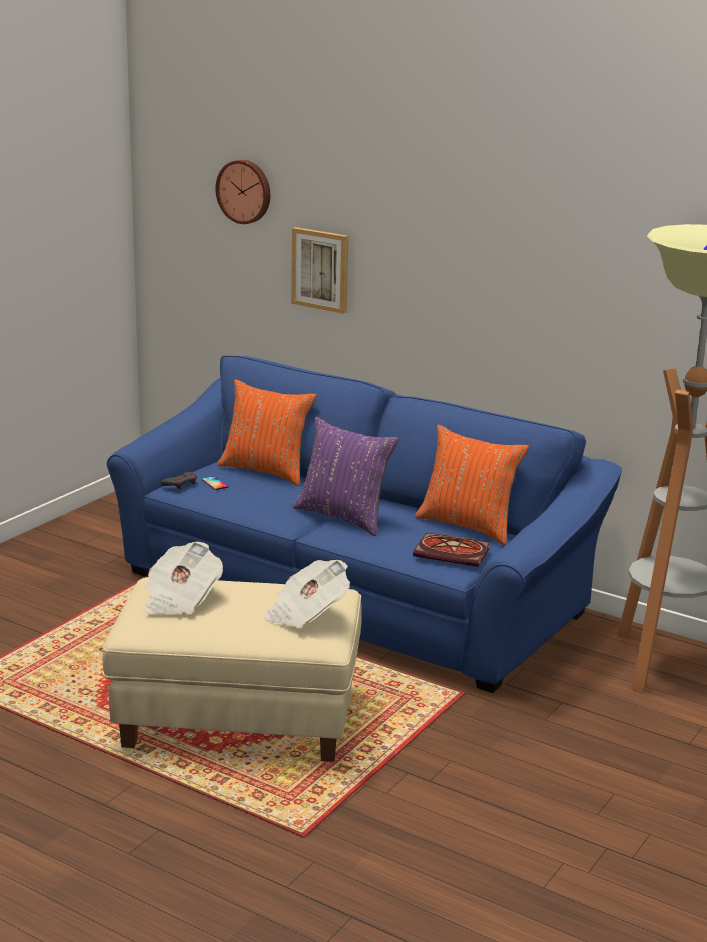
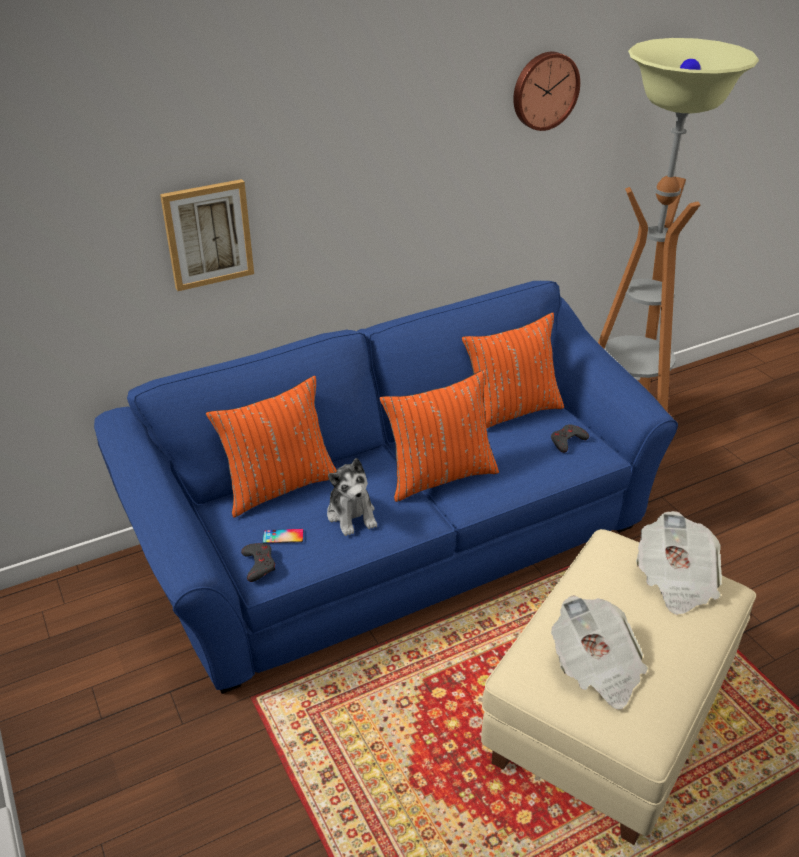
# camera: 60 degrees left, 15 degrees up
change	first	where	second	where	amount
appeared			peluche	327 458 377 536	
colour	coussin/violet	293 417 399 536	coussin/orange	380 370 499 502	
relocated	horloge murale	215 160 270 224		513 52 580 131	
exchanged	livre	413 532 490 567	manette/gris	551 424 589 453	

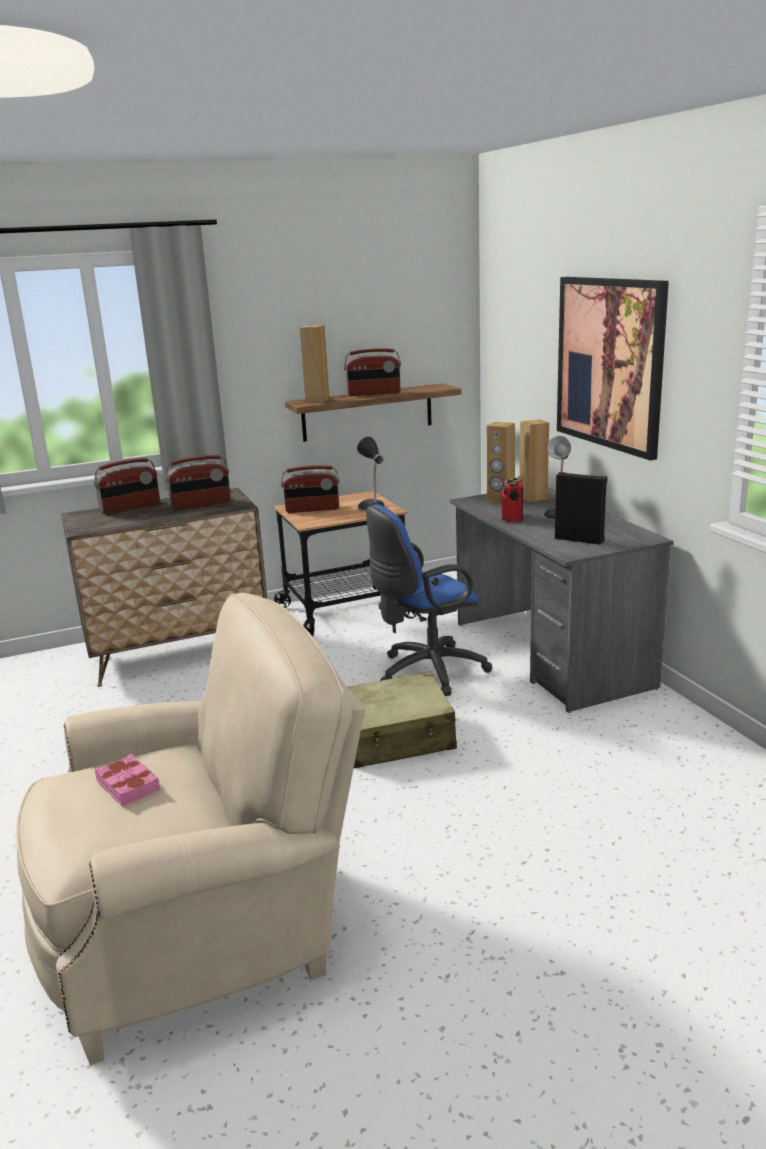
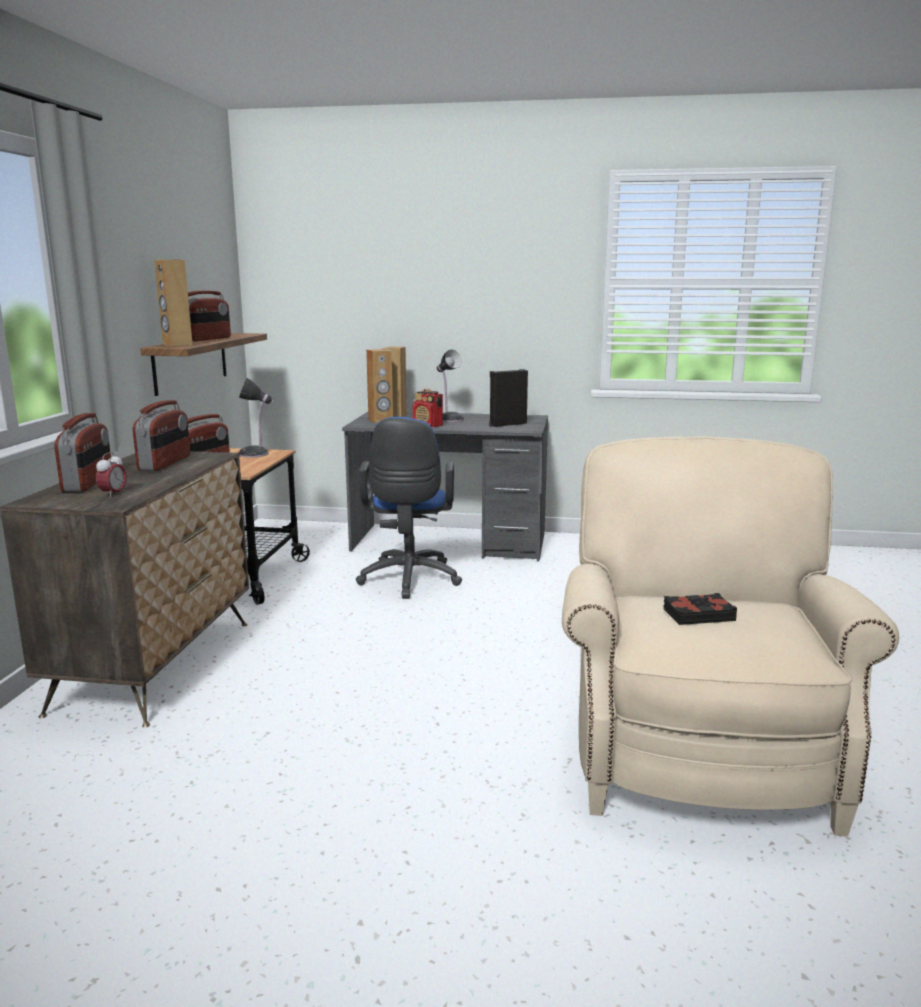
# camera: 60 degrees left, 5 degrees down
change	first	where	second	where	amount
appeared			réveil	96 452 127 498	
colour	livre/rose	95 754 160 807	livre/noir	663 593 737 625	
missing	valise/beige	348 672 457 769			
missing	tableau	557 277 669 460			

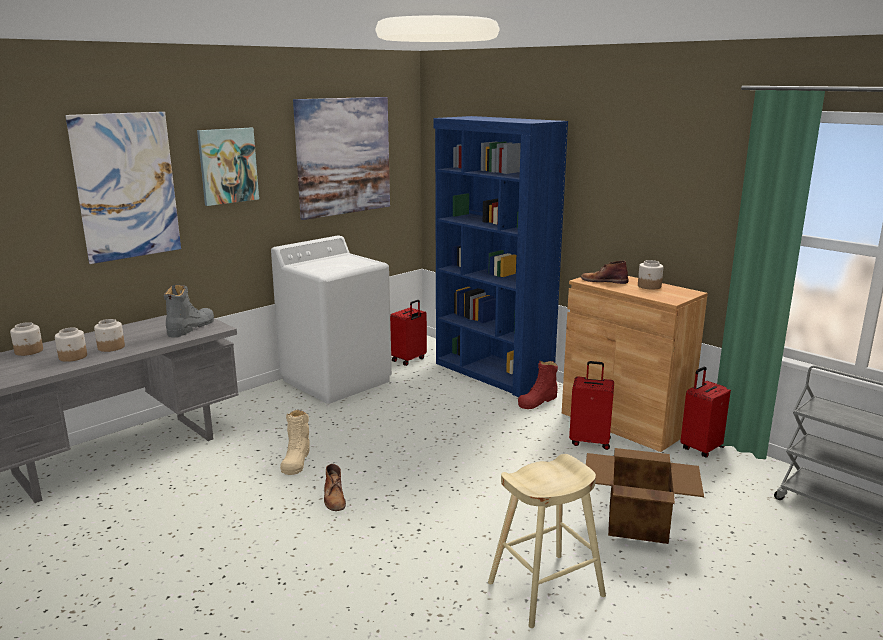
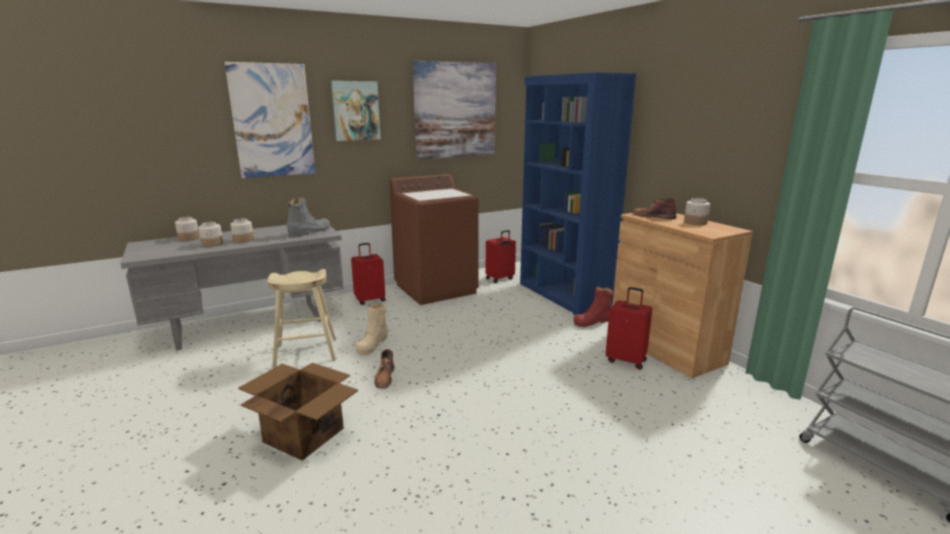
# camera: 15 degrees right, 0 degrees up
change	first	where	second	where	amount
relocated	carton	586 448 704 544		238 363 358 461	
relocated	tabouret/beige	488 454 606 628		267 269 336 368	
relocated	valise/rouge	680 367 731 458		351 243 386 305	
colour	lave-linge/blanc	271 236 392 404	lave-linge/marron	389 174 479 305	

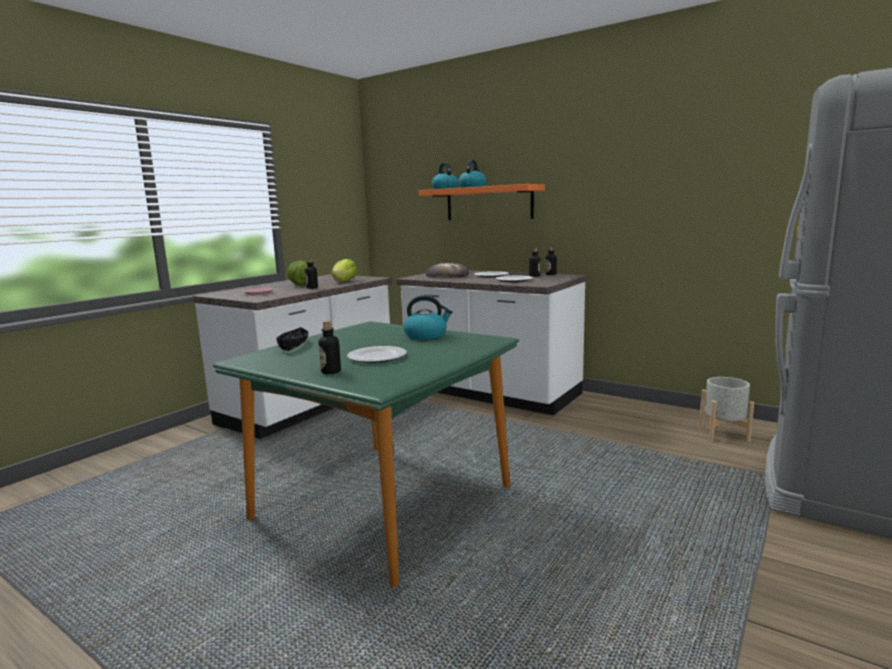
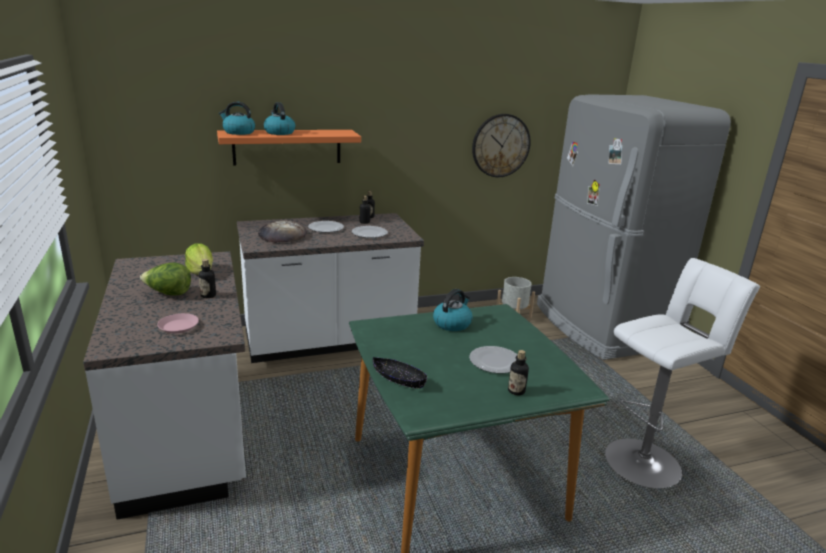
# camera: 55 degrees left, 10 degrees up
change	first	where	second	where	amount
appeared			horloge murale	472 114 531 177	
appeared			tabouret/blanc	605 258 760 488	

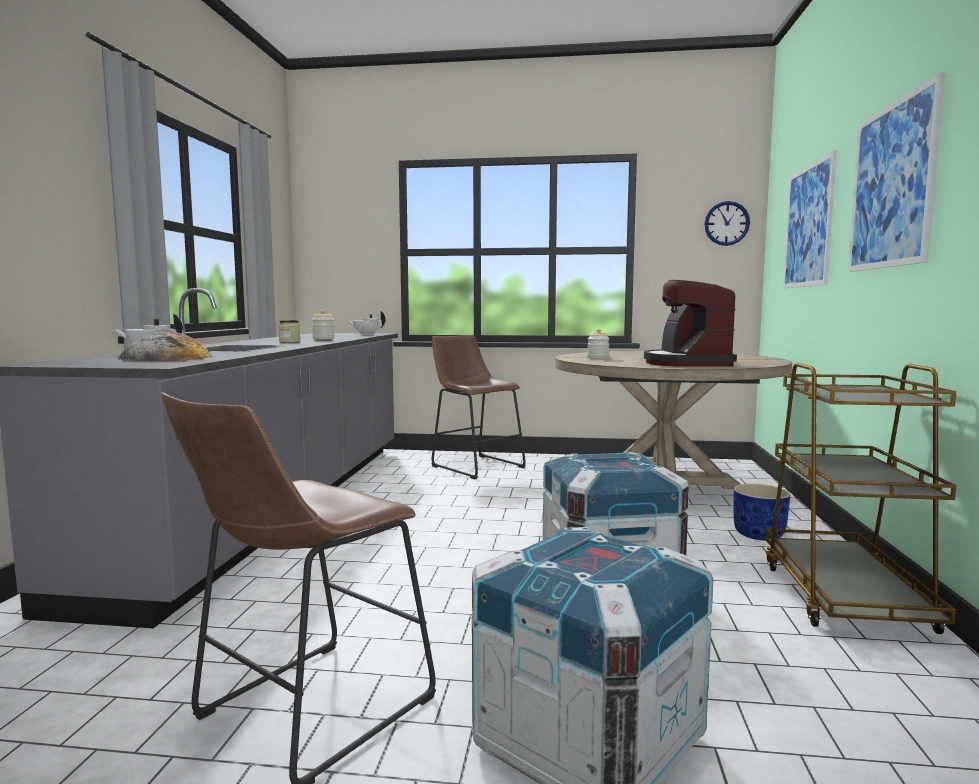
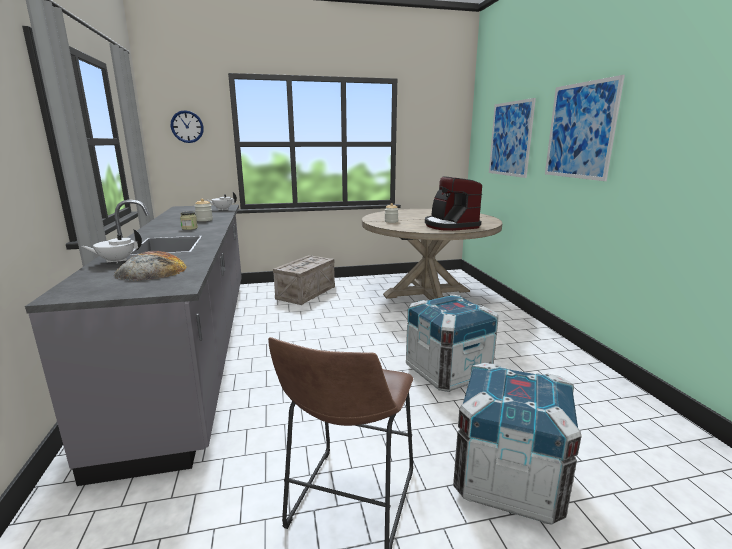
# camera: 20 degrees left, 10 degrees up
change	first	where	second	where	amount
relocated	horloge murale	704 201 750 246		171 110 204 143	
exchanged	tabouret/marron	432 335 526 479	caisse	273 255 335 305	
missing	cache-pot/bleu	733 484 790 541			
missing	chariot/marron	765 363 957 634			

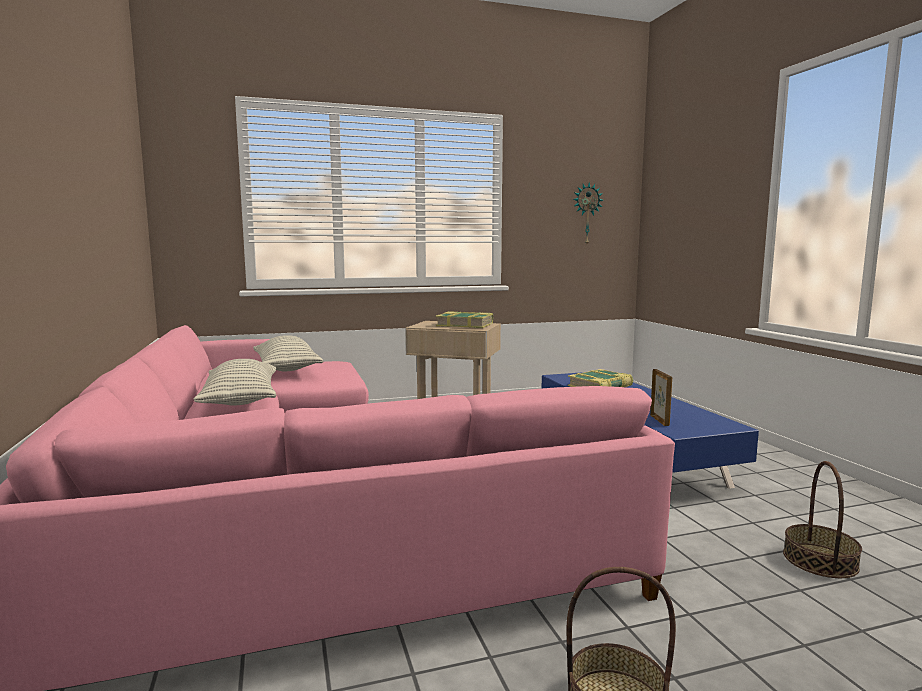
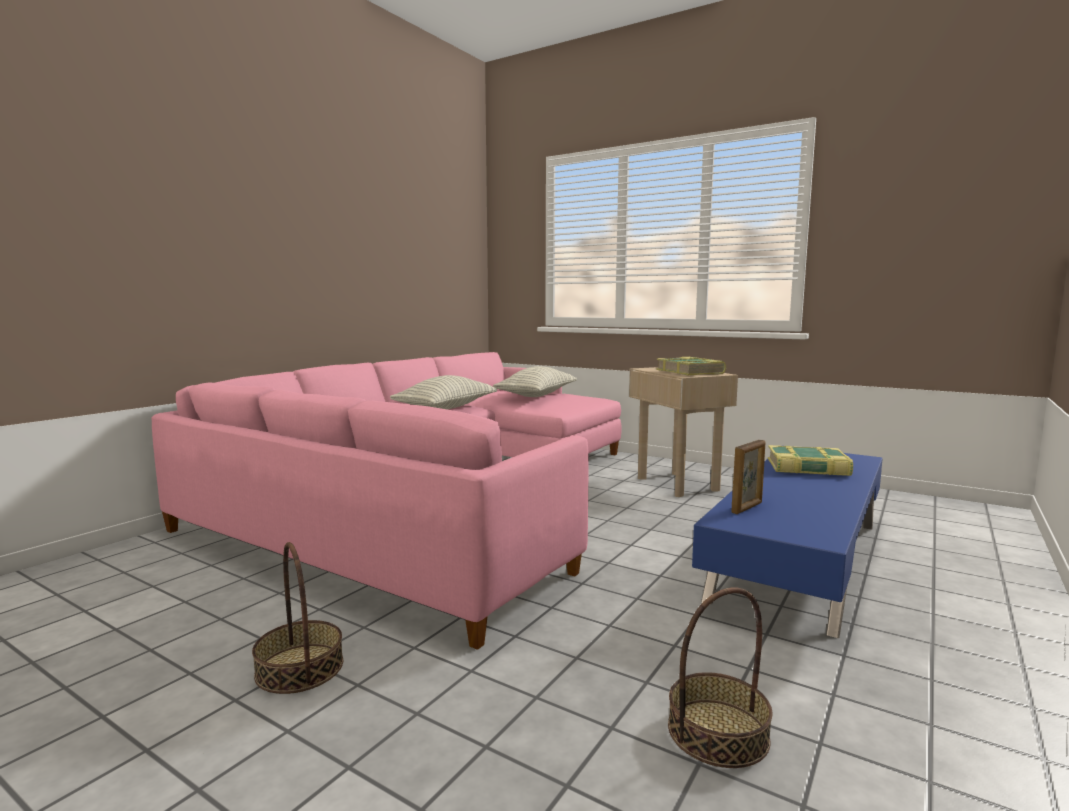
# camera: 50 degrees right, 0 degrees up
change	first	where	second	where	amount
missing	horloge murale	573 182 603 244			

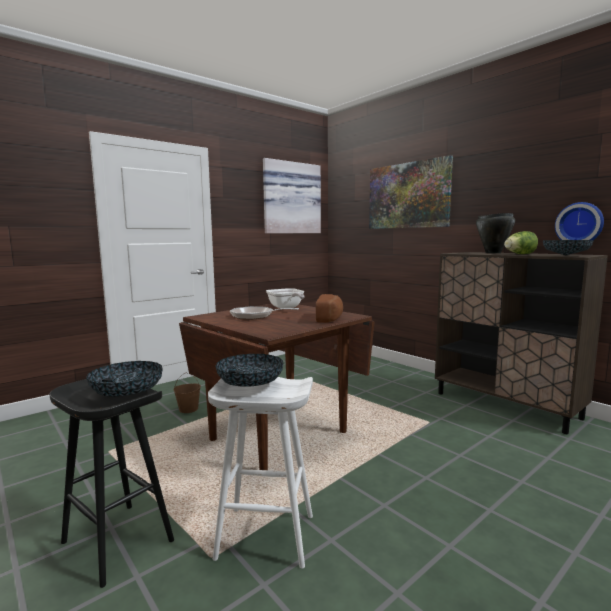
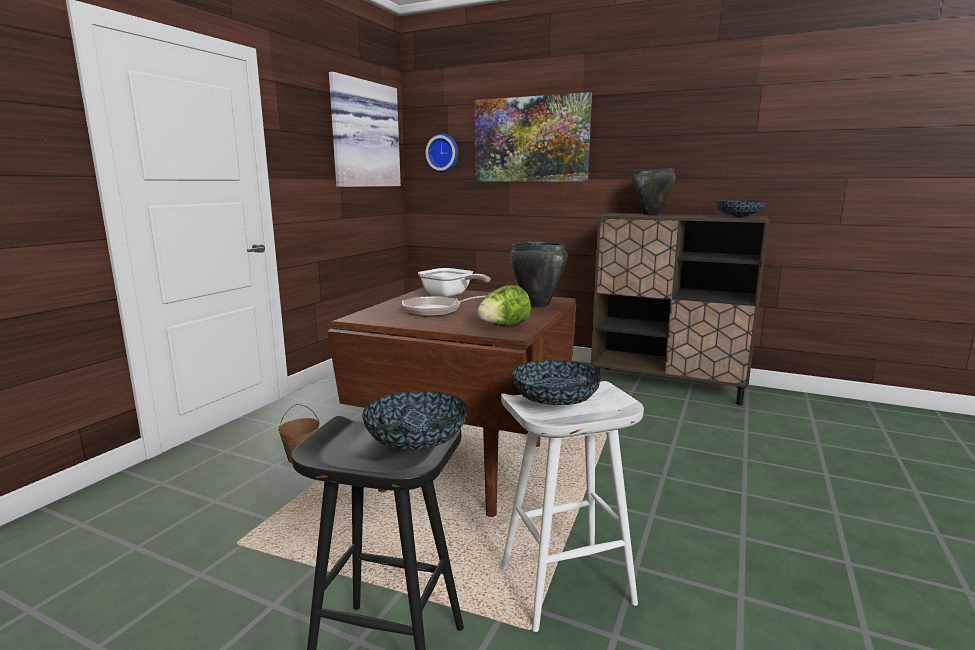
# camera: 25 degrees left, 5 degrees up
change	first	where	second	where	amount
relocated	horloge murale	555 202 604 240		426 134 458 172	
relocated	laitue	504 231 538 254		477 285 531 326	
exchanged	pain	316 294 343 323	marmite/noir	510 241 568 308	

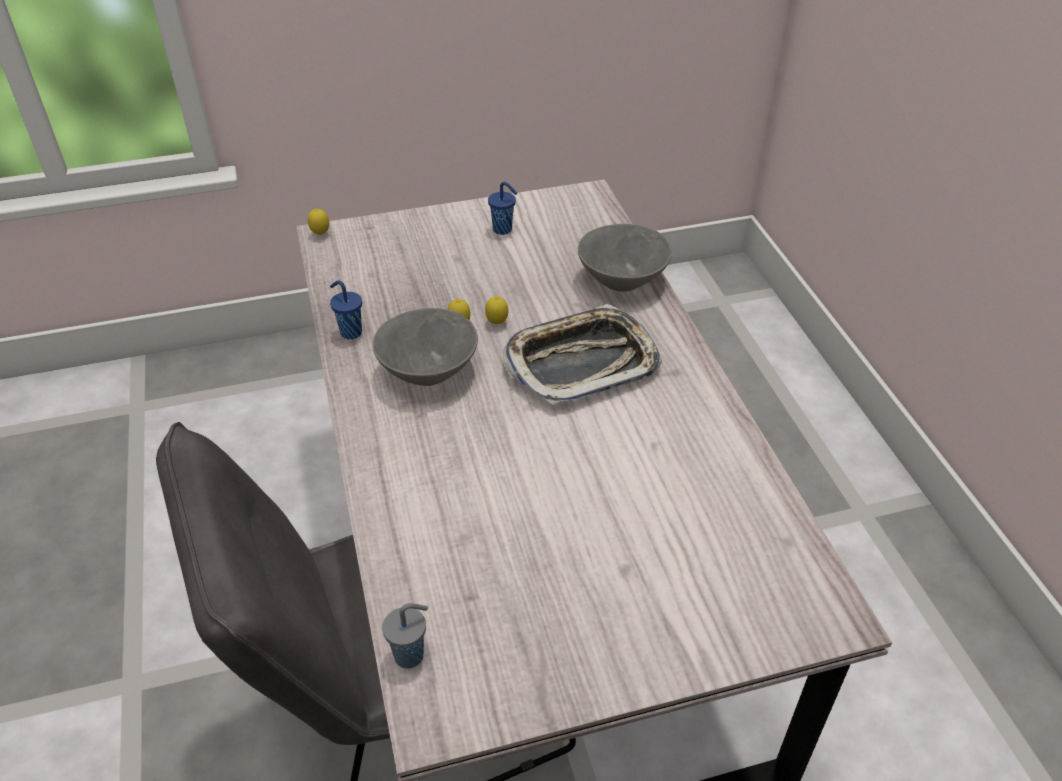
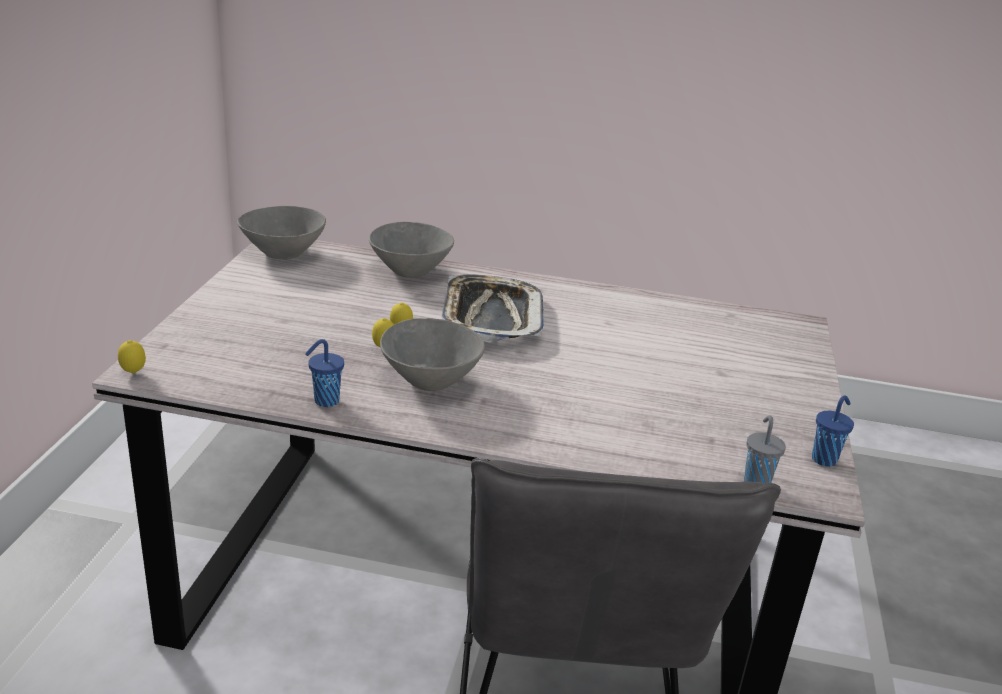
# camera: 65 degrees left, 15 degrees down
change	first	where	second	where	amount
appeared			bol/gris	237 206 326 259	
relocated	tasse/bleu	488 182 518 235		812 395 854 467	

